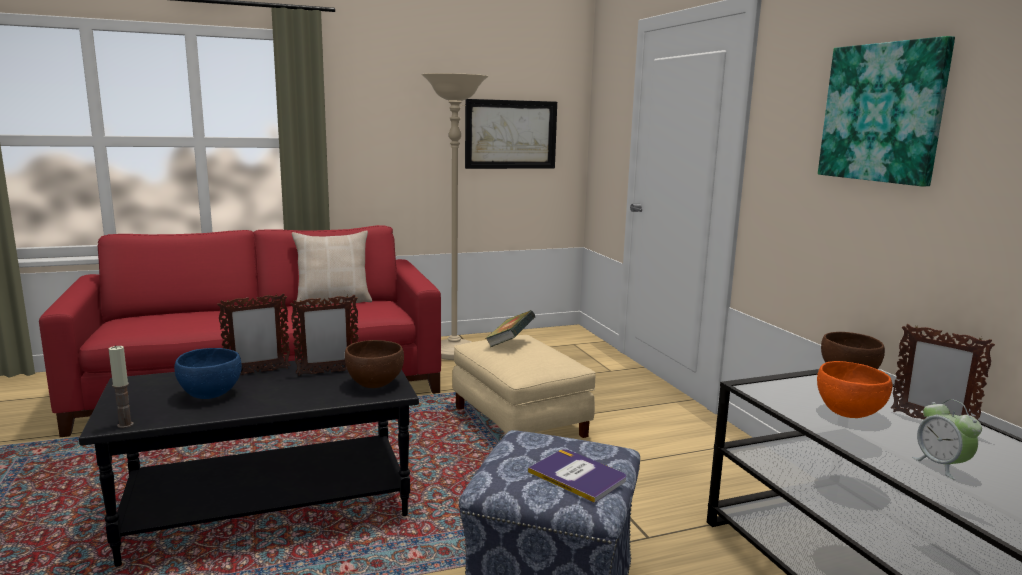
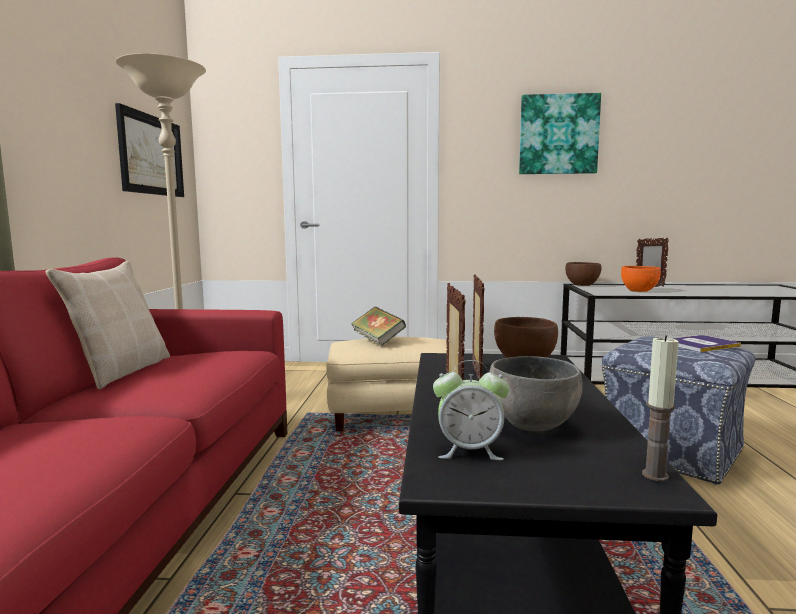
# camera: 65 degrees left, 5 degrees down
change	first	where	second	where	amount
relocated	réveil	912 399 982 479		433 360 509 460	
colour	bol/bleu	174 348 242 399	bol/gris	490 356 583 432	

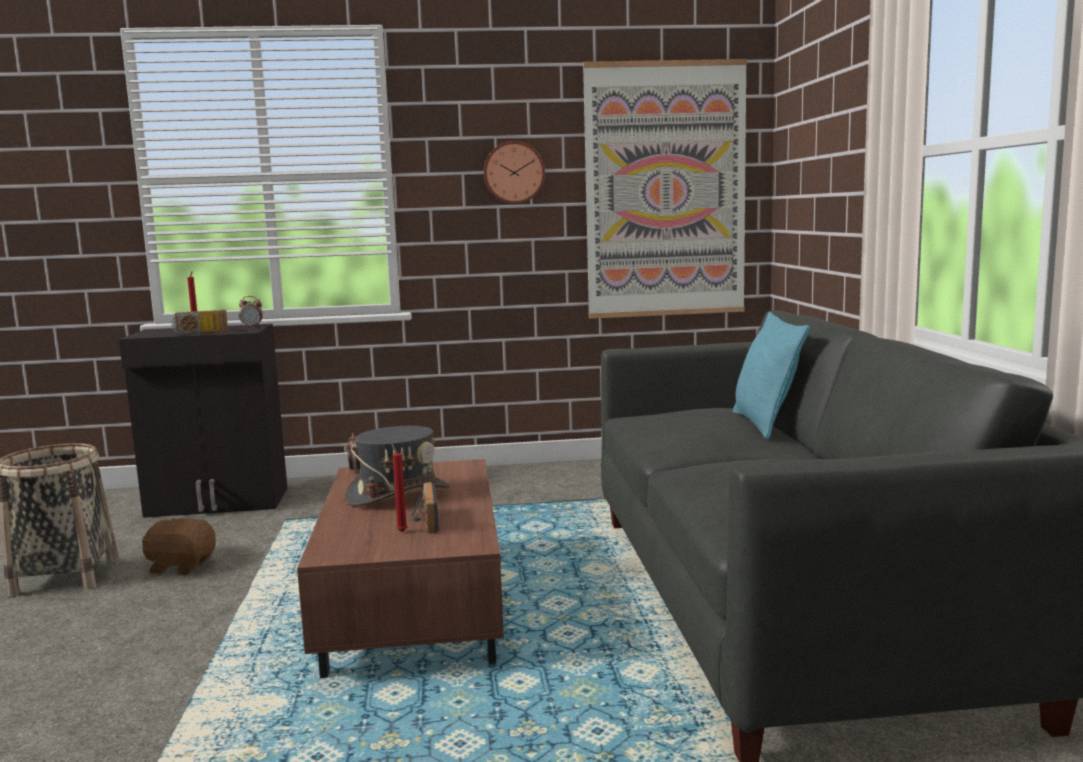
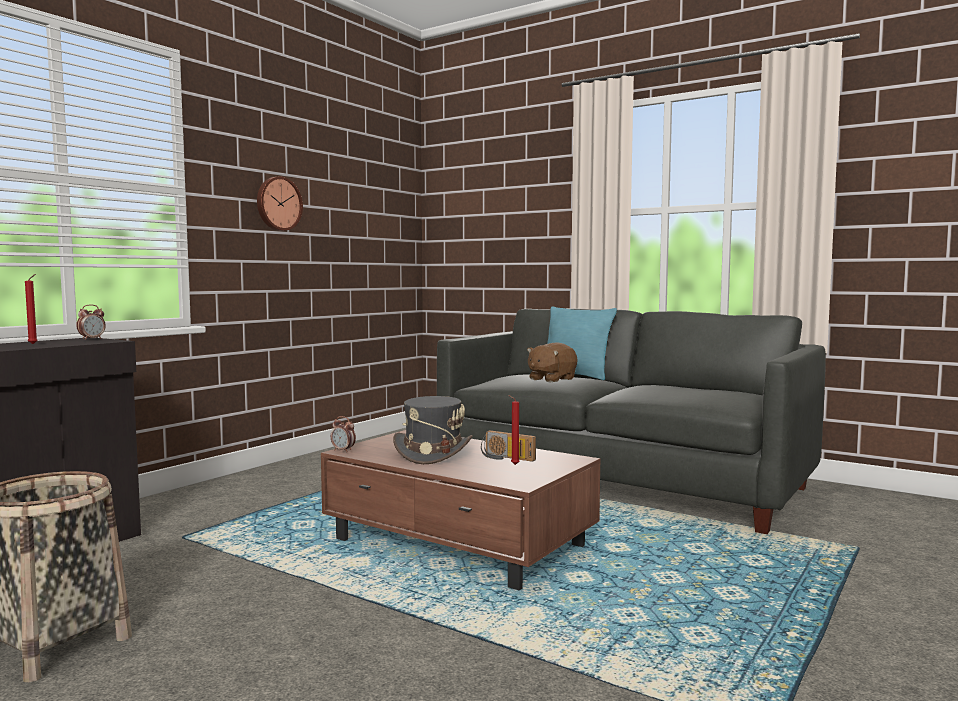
# camera: 50 degrees left, 5 degrees down
change	first	where	second	where	amount
relocated	peluche/marron	142 518 216 575		527 343 578 383	
missing	radio	172 310 228 335			
missing	tableau	583 59 747 319			

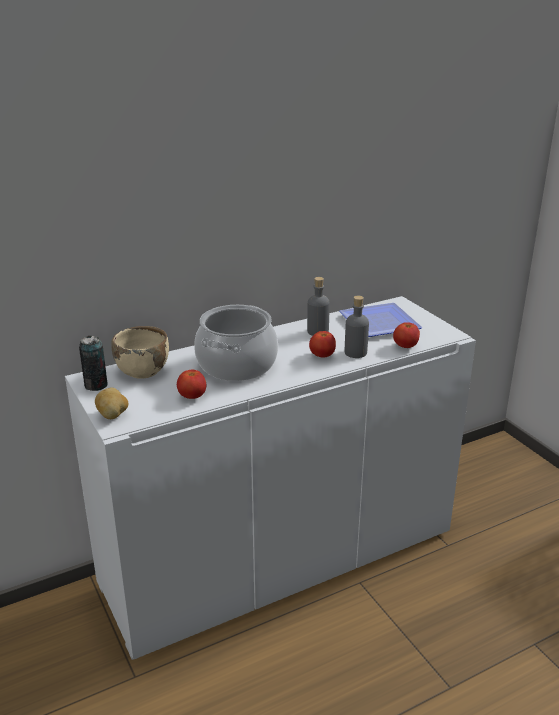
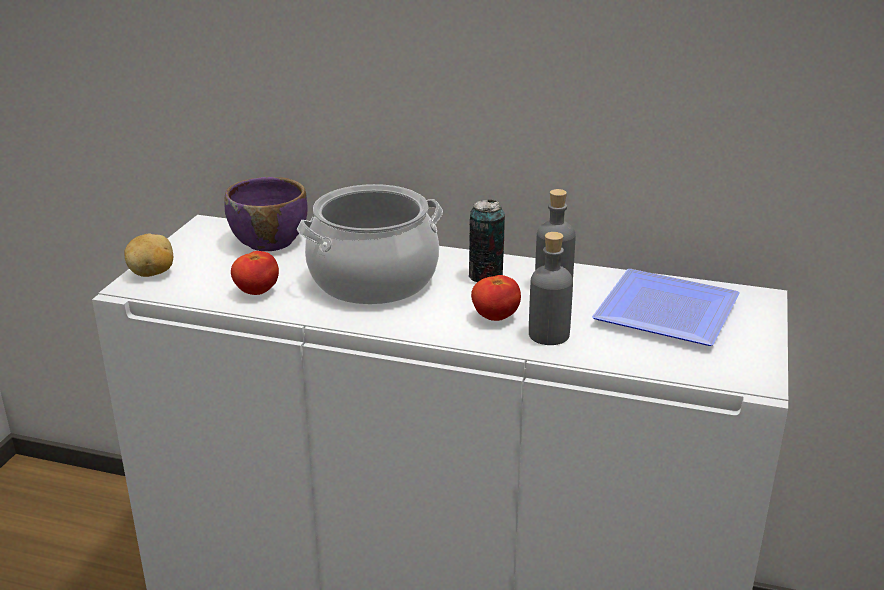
# camera: 45 degrees right, 0 degrees up
change	first	where	second	where	amount
colour	bol/beige	111 326 169 379	bol/violet	224 177 307 251	
relocated	boîte métallique	79 336 108 391		469 200 505 282	
missing	tomate	393 322 420 348			

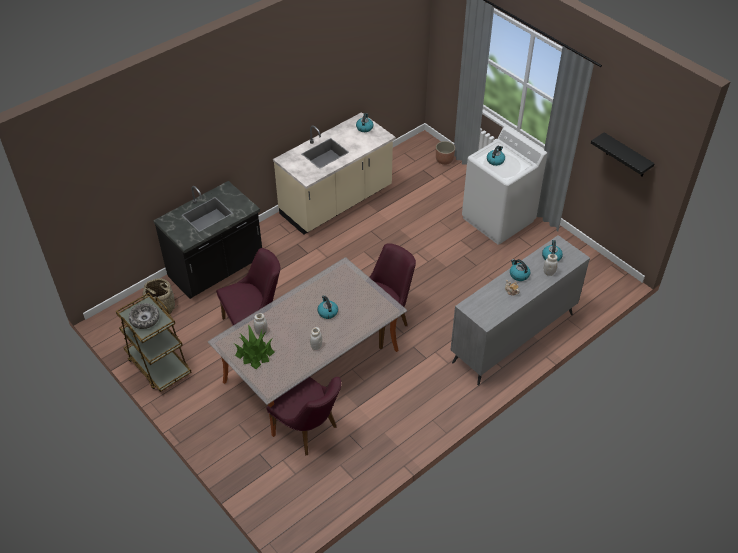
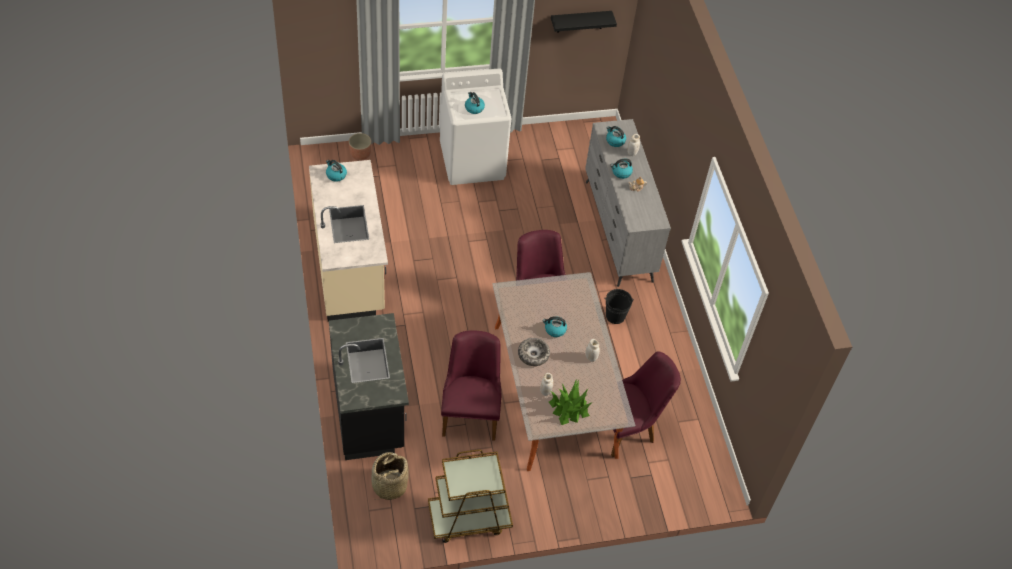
# camera: 65 degrees left, 5 degrees up
change	first	where	second	where	amount
relocated	bol	129 303 160 329		518 338 550 366	
appeared			seau/noir	604 289 634 324	

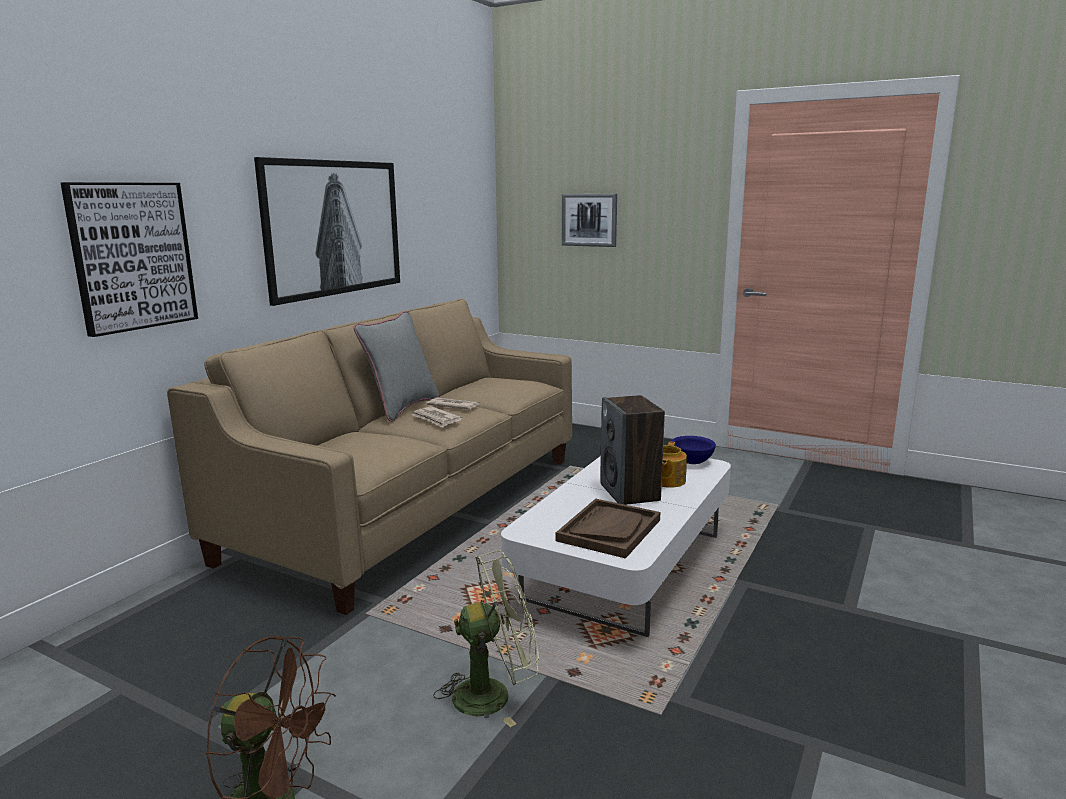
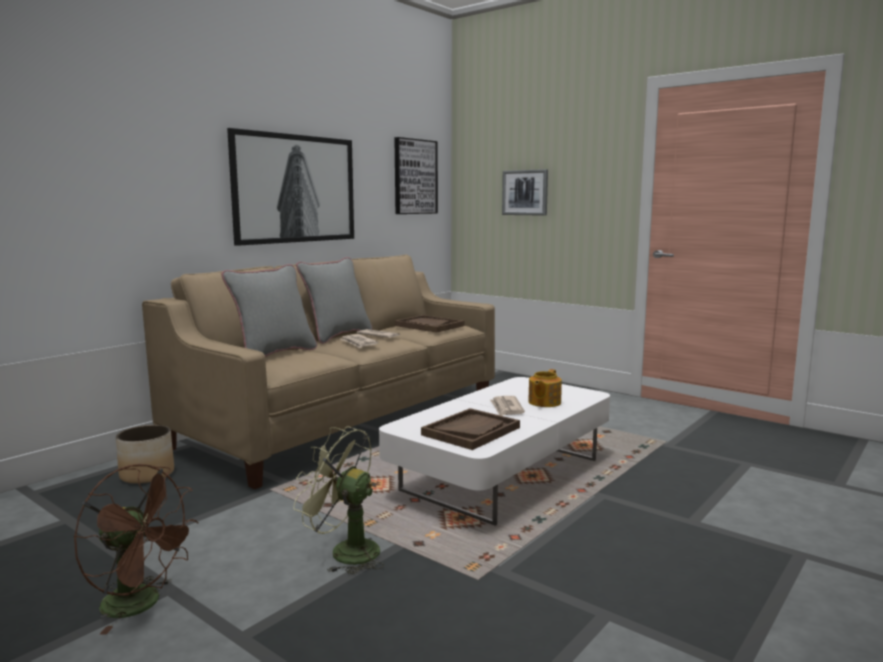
# camera: 10 degrees right, 5 degrees down
change	first	where	second	where	amount
appeared			cache-pot	116 425 174 484	
appeared			coussin/gris	221 264 317 357	
spun	ventilateur/vert	433 550 539 727		293 426 385 575	150 degrees counterclockwise
relocated	tableau	61 182 198 337		394 137 438 214	
appeared			plateau/marron	395 315 464 333	
exchanged	enceinte	600 395 665 505	journal	490 396 525 416	
missing	bol/bleu	671 436 716 464			

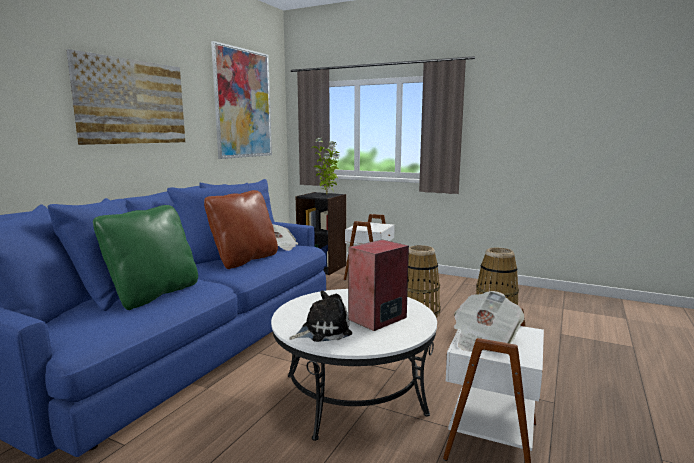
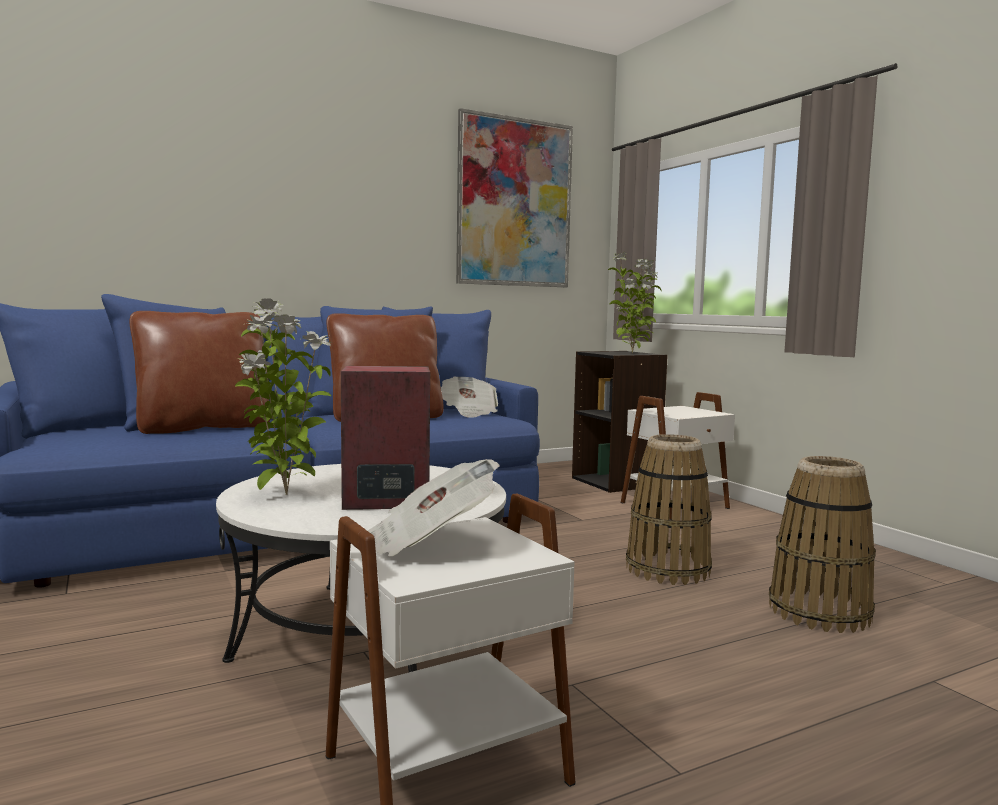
# camera: 35 degrees right, 5 degrees down
change	first	where	second	where	amount
colour	coussin/vert	93 205 198 310	coussin/marron	130 311 271 434	
exchanged	peluche	289 291 352 342	plante en pot	235 298 332 495	
missing	tableau	66 49 185 145			

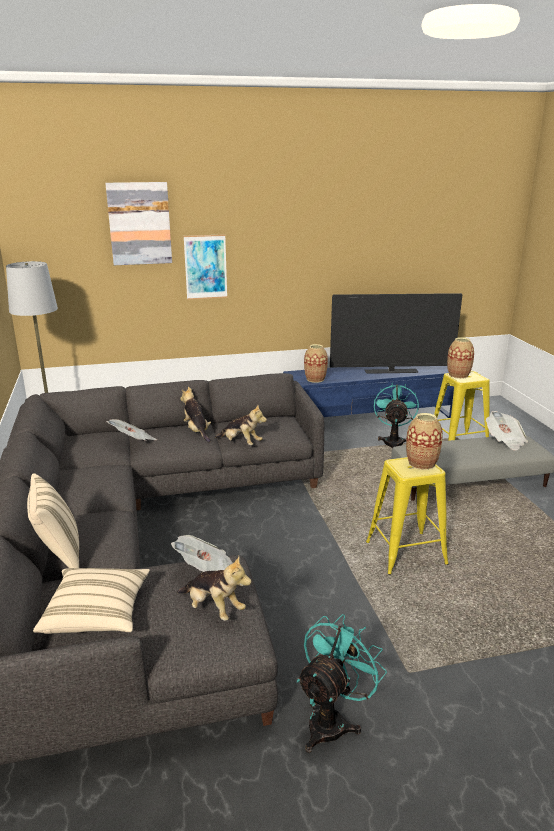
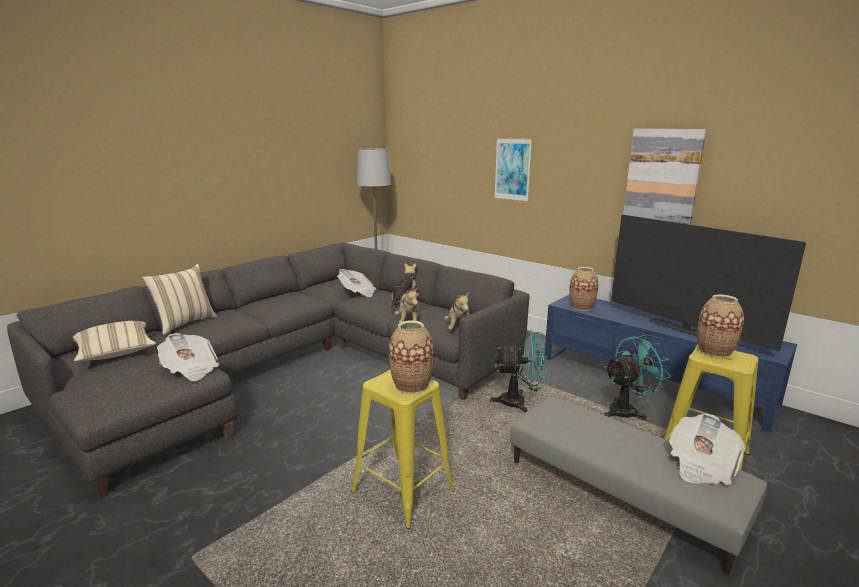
# camera: 55 degrees right, 5 degrees down
change	first	where	second	where	amount
relocated	peluche	177 556 252 621		444 292 469 329	
relocated	ventilateur/turquoise	297 614 387 753		490 331 547 412	
relocated	tableau	105 182 172 265		623 129 707 224	

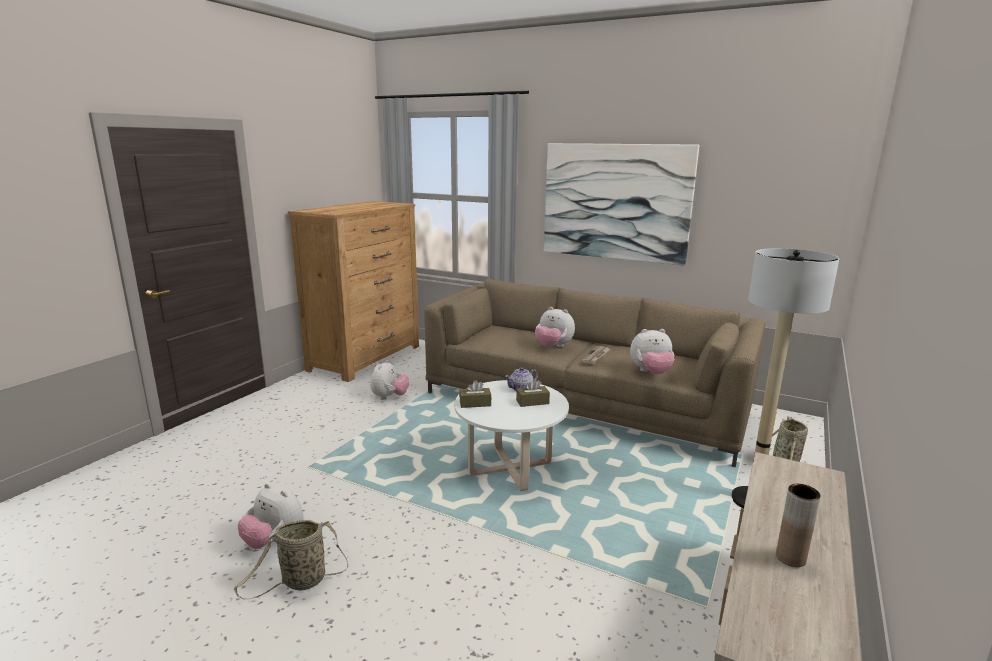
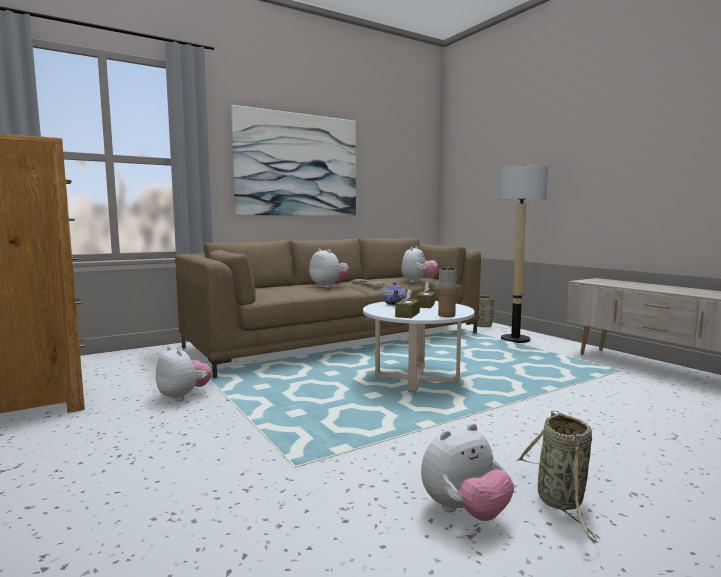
# camera: 60 degrees left, 10 degrees down
change	first	where	second	where	amount
spun	peluche	535 307 575 347		309 249 349 288	105 degrees counterclockwise
relocated	vase/marron	776 484 821 567		438 268 457 317	

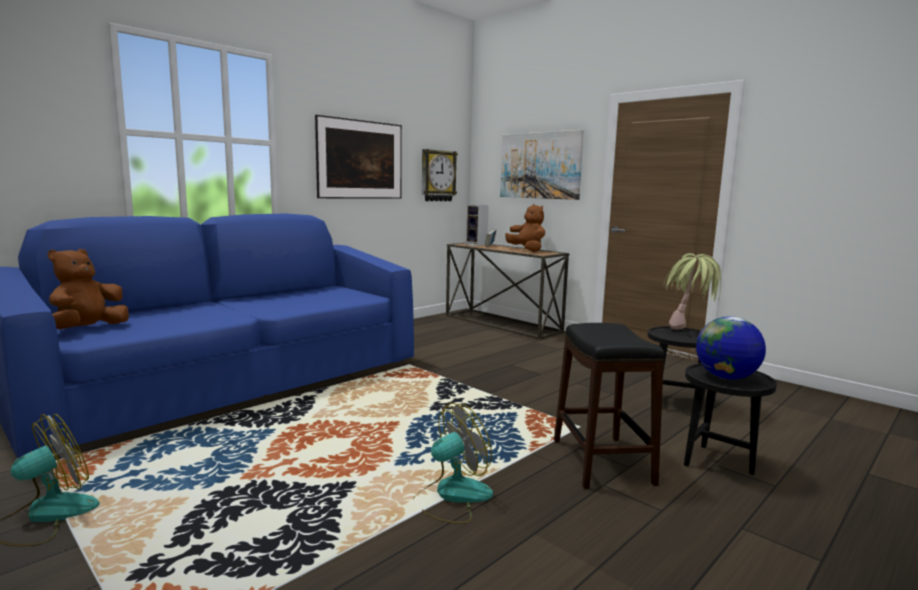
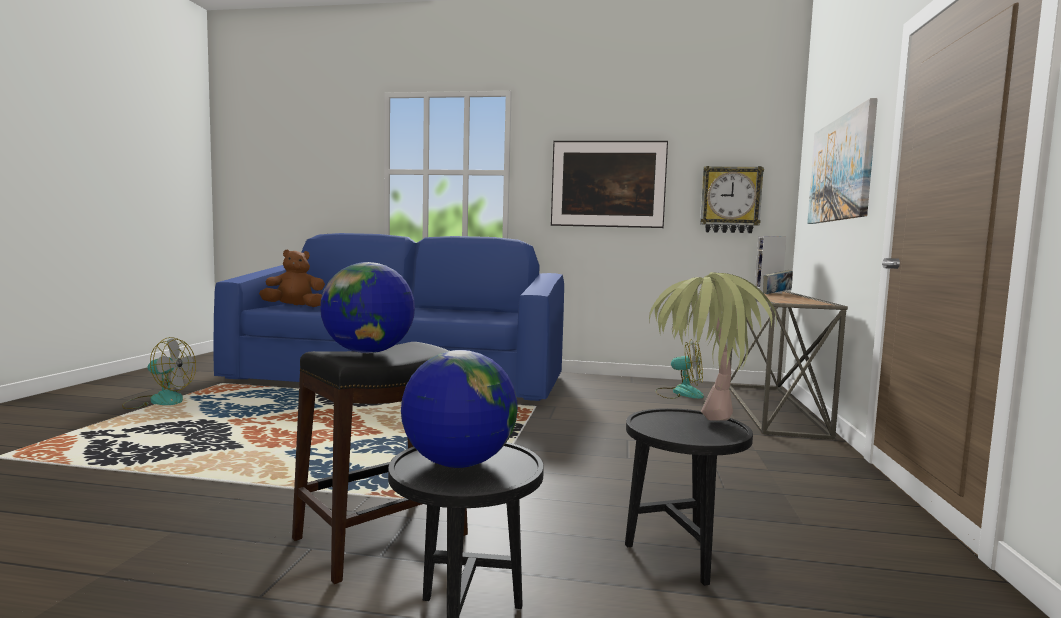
# camera: 55 degrees right, 5 degrees down
change	first	where	second	where	amount
appeared			globe	320 262 415 353	
relocated	ventilateur	415 403 493 524		655 339 704 399	
missing	peluche/marron	505 204 545 252			

